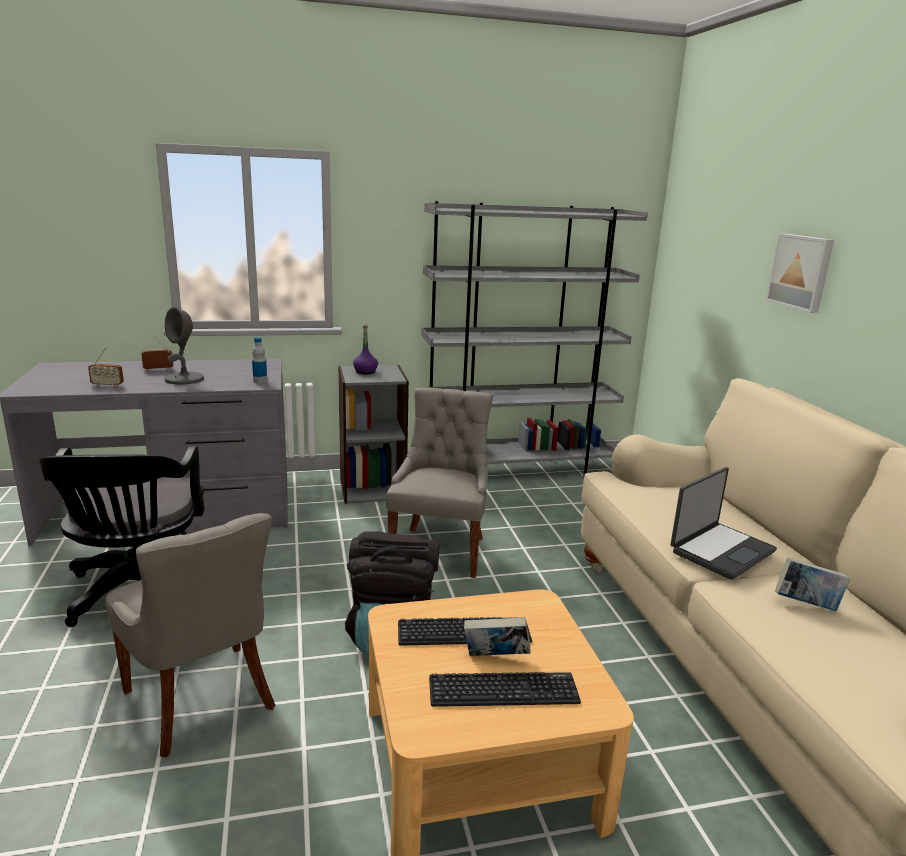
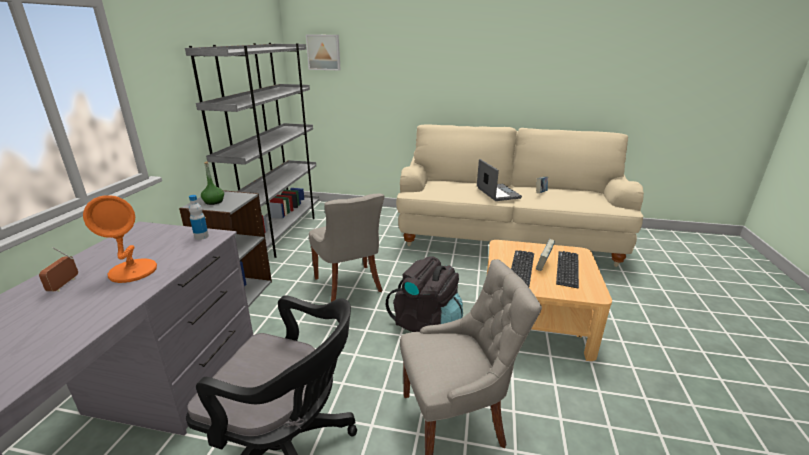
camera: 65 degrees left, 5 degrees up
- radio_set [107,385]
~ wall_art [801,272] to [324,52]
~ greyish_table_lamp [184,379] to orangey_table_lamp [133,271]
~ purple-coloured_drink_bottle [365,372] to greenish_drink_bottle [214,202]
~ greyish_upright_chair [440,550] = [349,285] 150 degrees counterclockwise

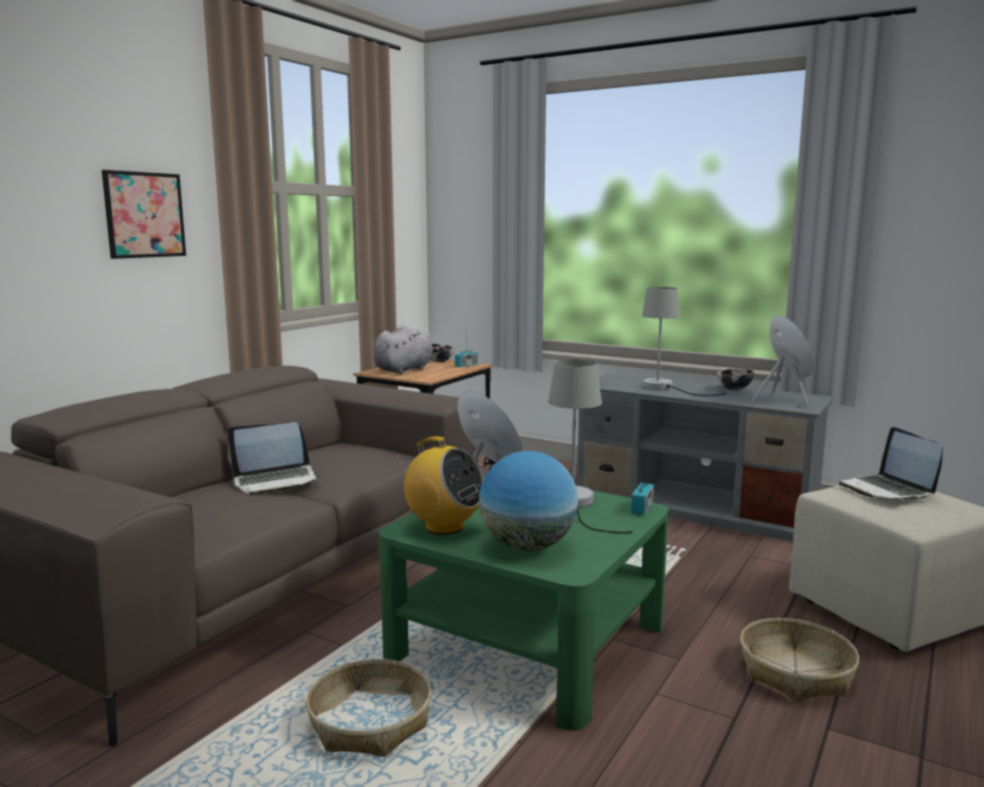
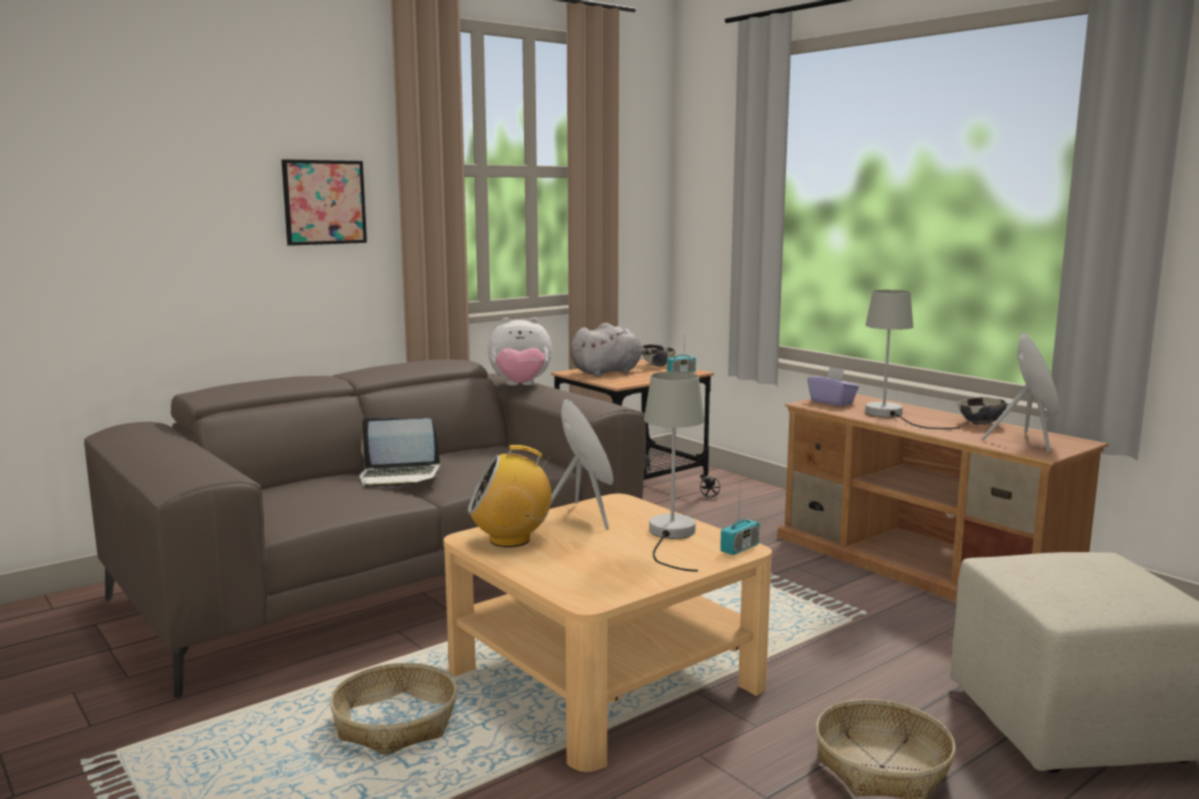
camera: 20 degrees right, 0 degrees up
- globe [527,546]
- portable_computer [887,490]
+ soft_toy [520,386]
+ purple-coloured_tissue_box [832,402]
~ greenish_lounge_table [527,640] to sand-coloured_lounge_table [605,677]
~ greyish_tv_unit [695,506] to brownish_tv_unit [923,566]
~ radio_set [443,527] = [510,539] 120 degrees clockwise

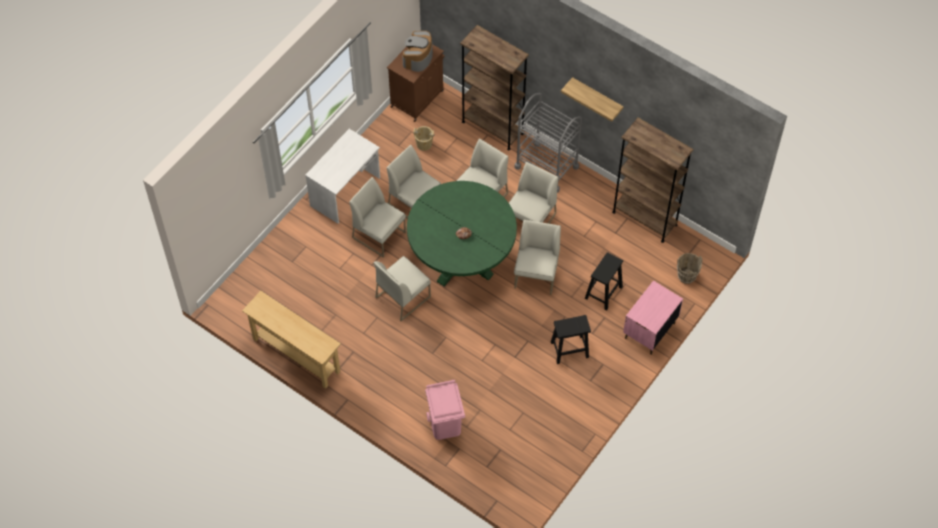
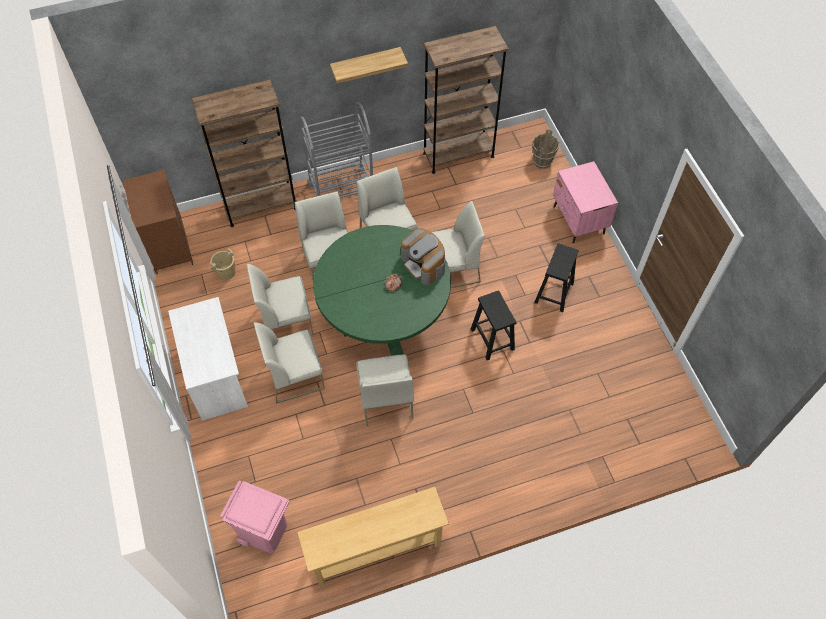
camera: 55 degrees left, 0 degrees up
~ coffee_brewer [418,57] to [424,264]
~ pinkish_trash_can [445,425] to [265,531]
~ blackish_sitting_stool [603,293] to [492,340]
~ white_upright_chair [536,275] = [452,270] 120 degrees clockwise

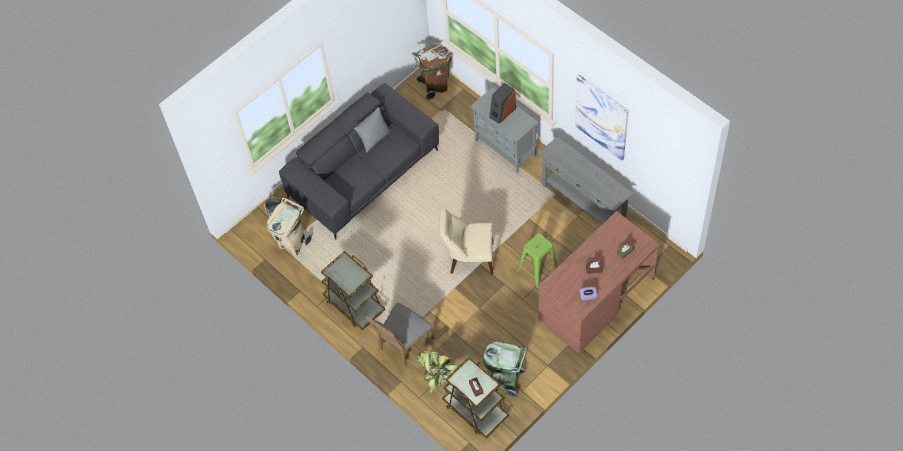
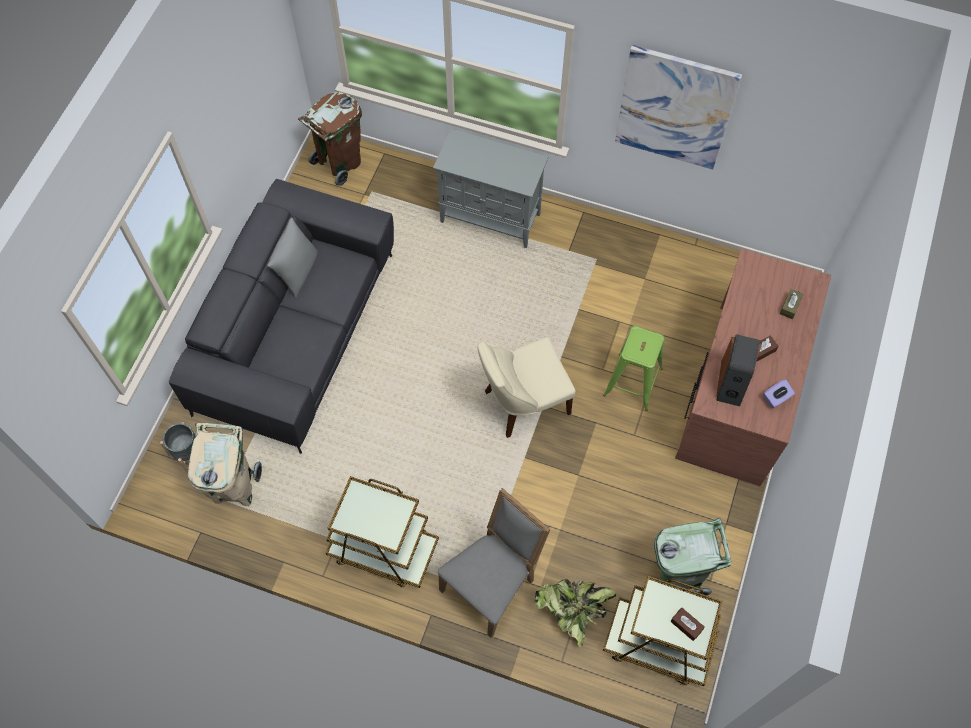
camera: 30 degrees left, 5 degrees up
- greyish_console_table [583,204]
~ speaker [502,112] to [732,382]
~ greyish_upright_chair [403,345] = [492,583] 150 degrees counterclockwise

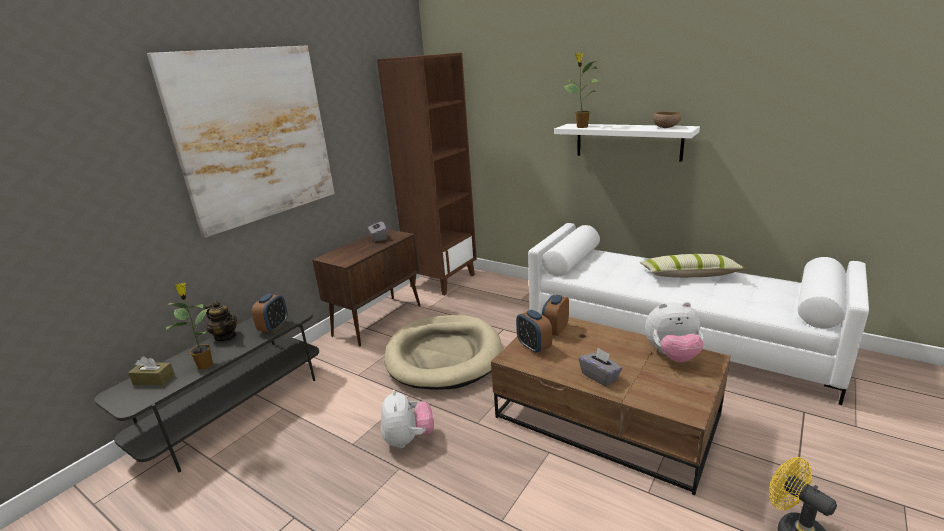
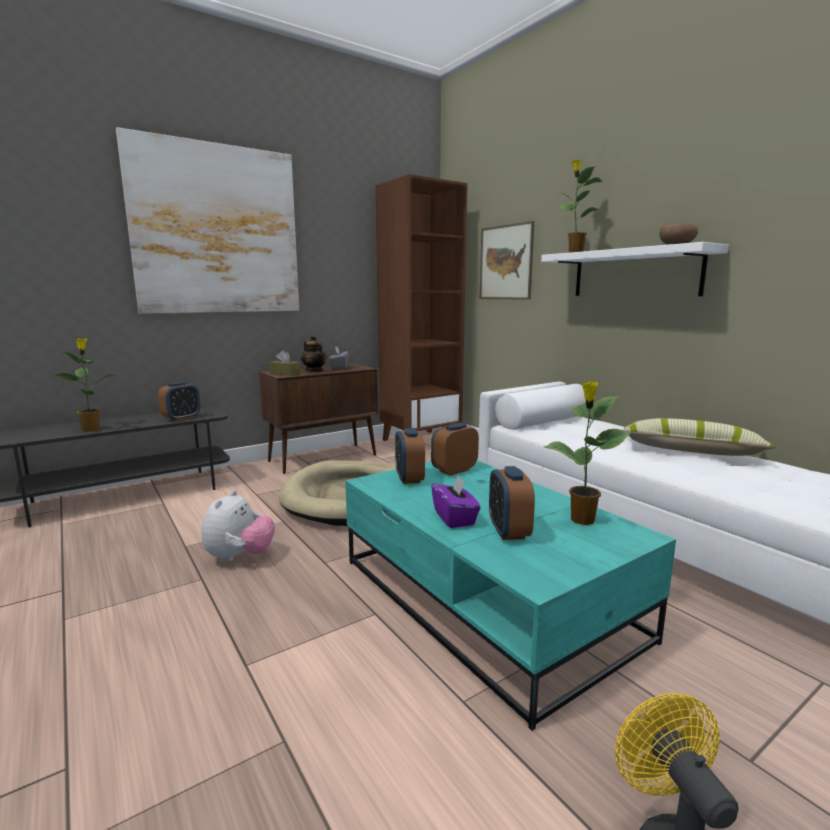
camera: 20 degrees right, 10 degrees down
+ wall_art [505,262]
+ alarm_clock [508,531]
~ brownish_tissue_box [154,379] to [285,373]
~ pot_for_tea [226,336] to [314,371]
~ soft_toy [672,355] to houseplant [582,520]
~ brownish_lounge_table [607,416] to turquoise_lounge_table [487,599]
~ greyish_tissue_box [600,376] to purple-coloured_tissue_box [455,518]

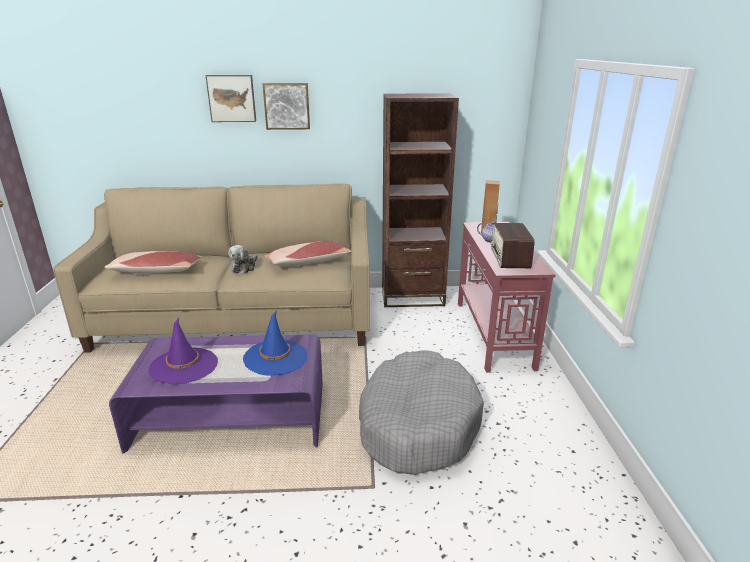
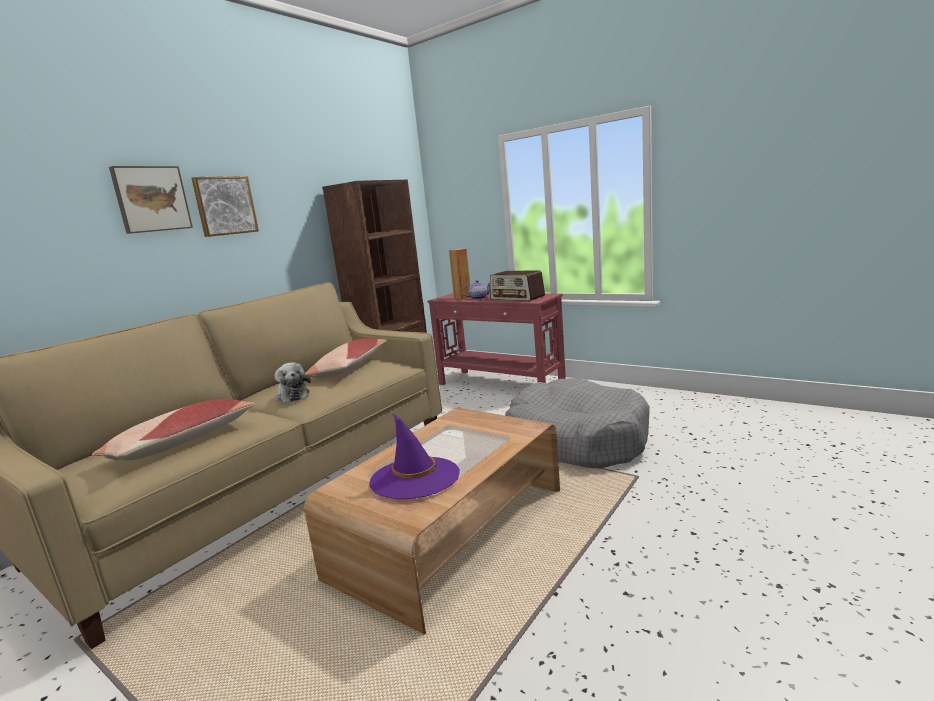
camera: 50 degrees left, 10 degrees down
- blue_wearable_hat [276,358]
~ purple-coloured_lounge_table [231,416] to brownish_lounge_table [451,531]

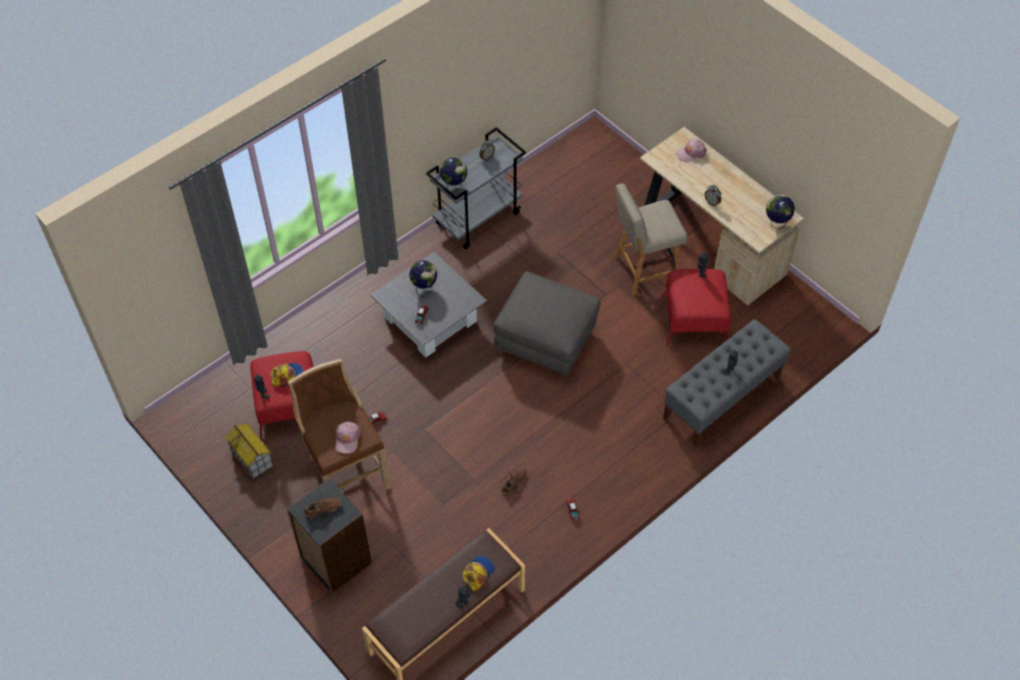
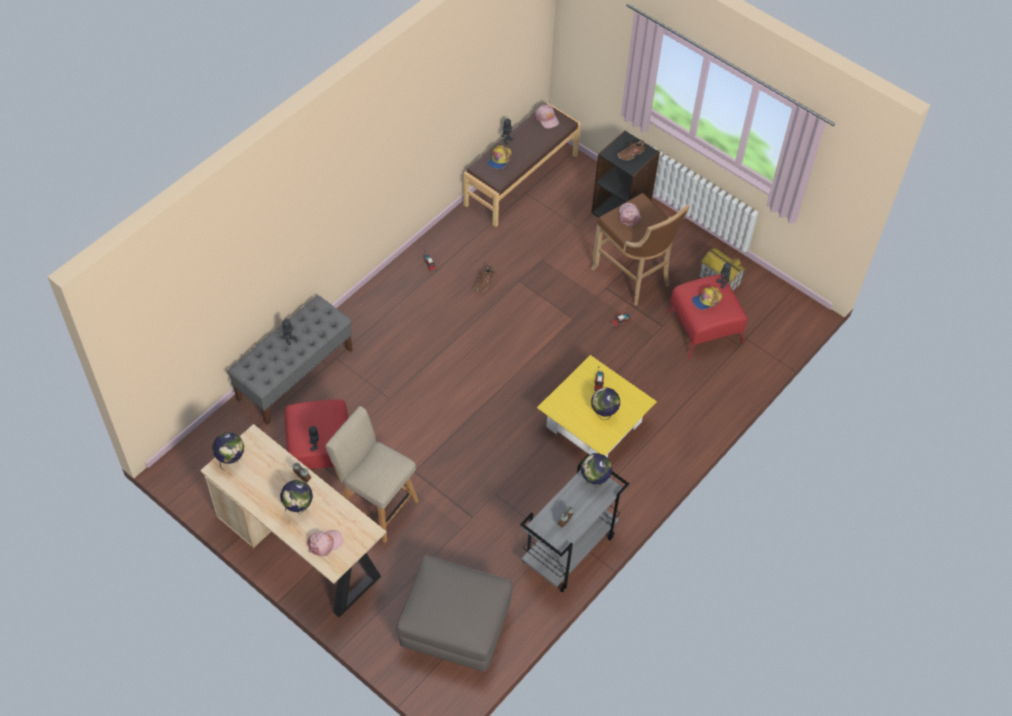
camera: 170 degrees right, 0 degrees up
+ globe [298,508]
+ pinkish_cap [547,118]
~ greyish_pouffe [546,341] to [455,628]
~ greyish_lounge_table [430,319] to yellow_lounge_table [594,424]
~ sand-coloured_upright_chair [643,269] = [376,505] 120 degrees counterclockwise

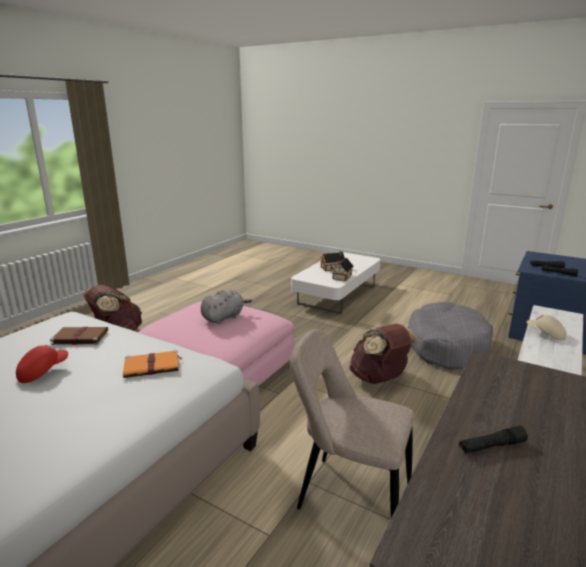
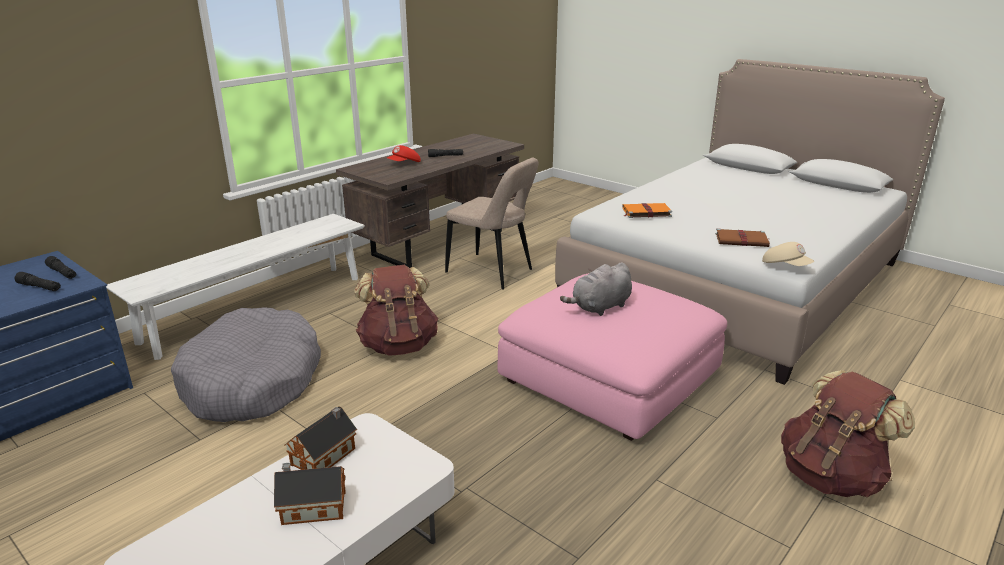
camera: 170 degrees left, 5 degrees up
~ red-coloured_cap [43,372] to [404,164]
~ sand-coloured_cap [545,334] to [786,266]

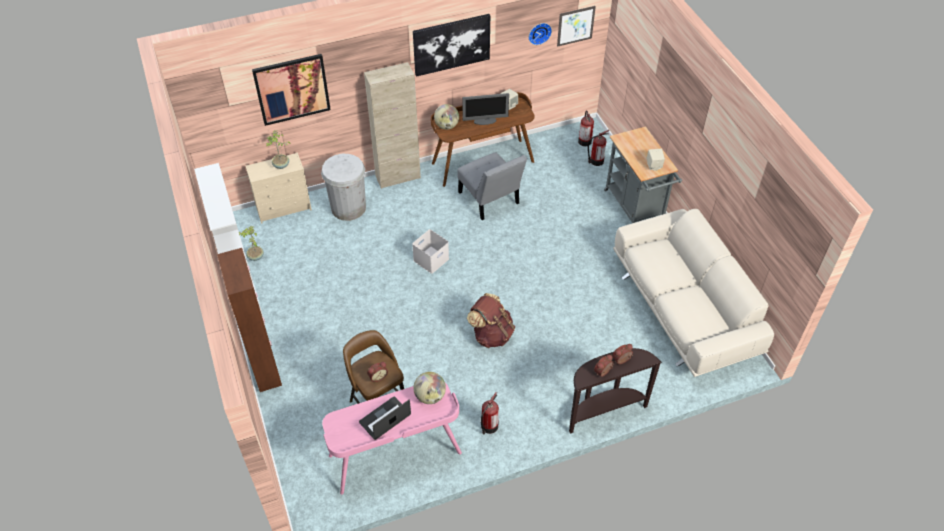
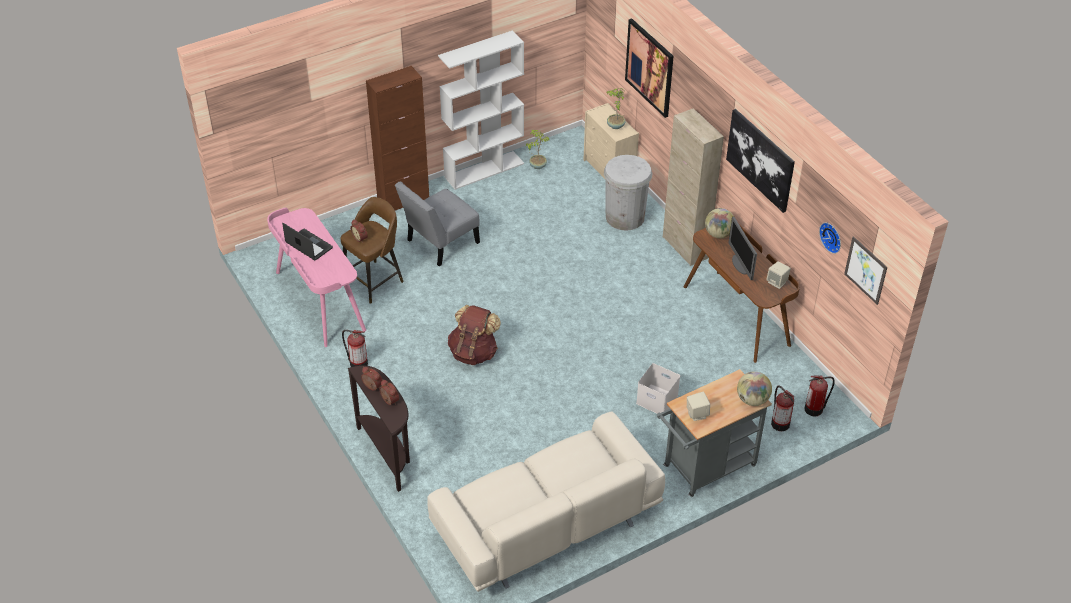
camera: 80 degrees right, 5 degrees down
~ white_storage_container [431,259] to [658,400]
~ globe [430,396] to [752,400]
~ greyish_upright_chair [490,200] to [439,243]

